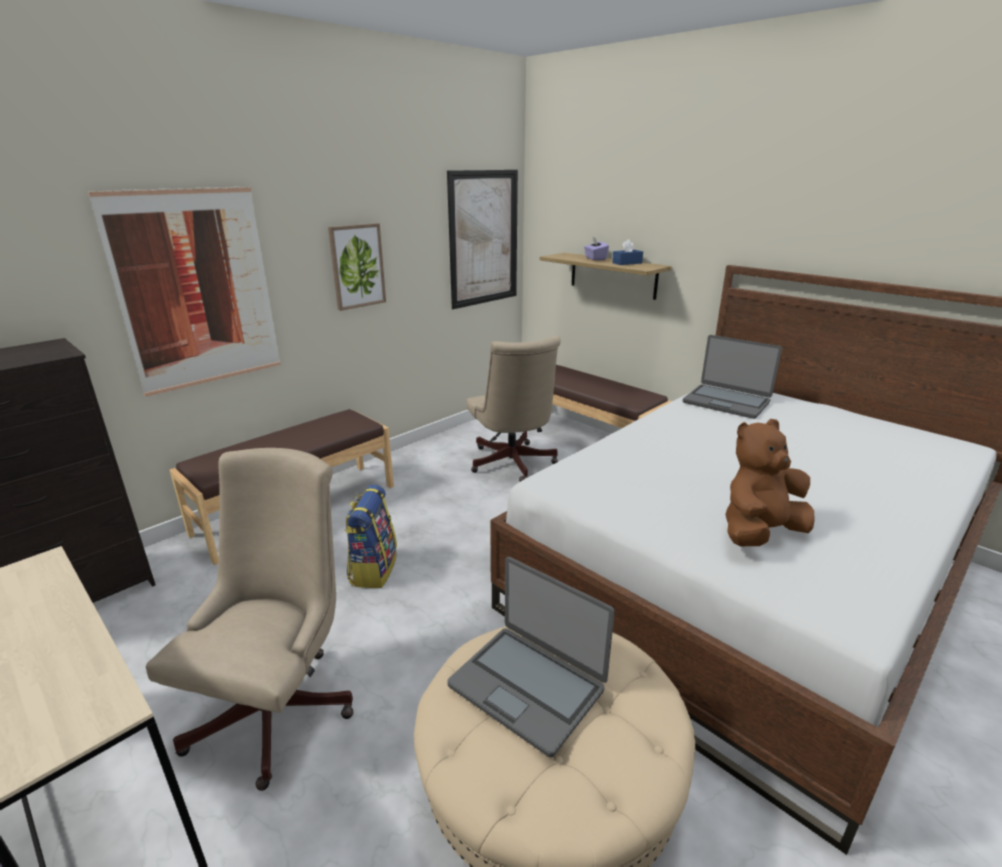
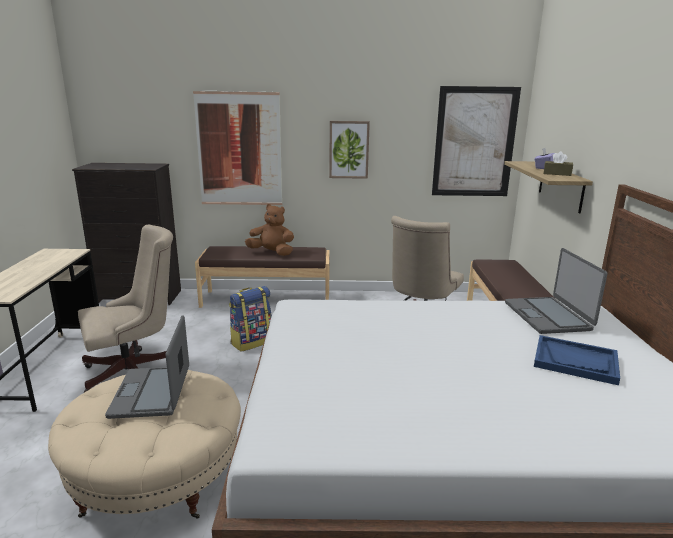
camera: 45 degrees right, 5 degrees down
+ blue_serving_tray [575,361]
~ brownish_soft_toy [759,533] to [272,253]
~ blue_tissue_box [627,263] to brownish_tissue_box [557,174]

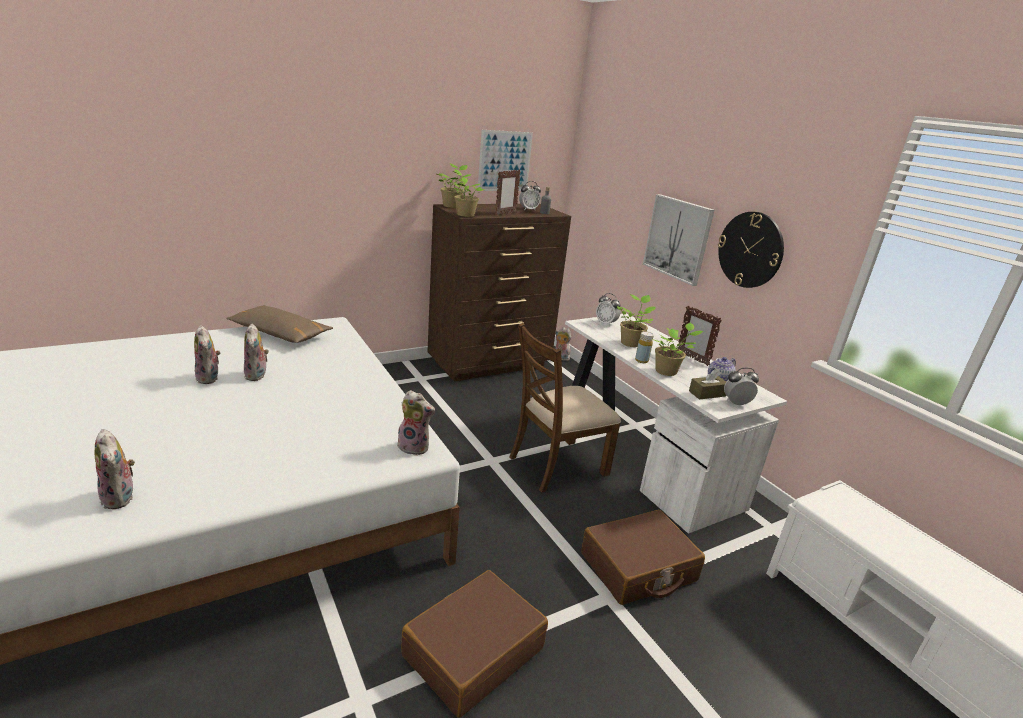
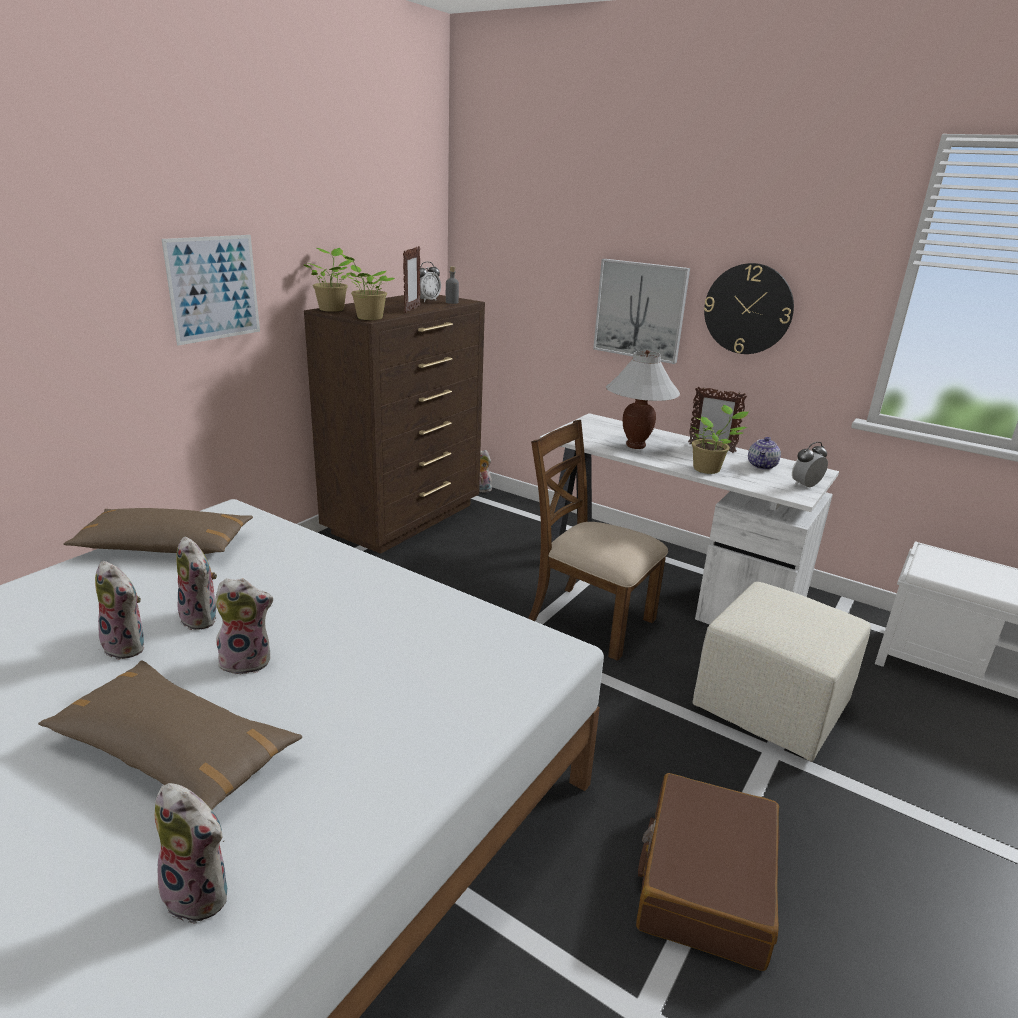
camera: 25 degrees left, 0 degrees up
- alarm_clock [606,323]
- yellow_drink_bottle [641,360]
- brownish_tissue_box [707,393]
+ brownish_throw_pillow [174,751]
~ soft_toy [415,447] to [248,661]
~ wall_art [505,161] to [214,288]
~ brownish_travel_case [638,568] to sand-coloured_pouffe [770,706]
~ houseplant [631,343] to white_table_lamp [635,446]
~ brownish_upright_chair [556,465] = [589,620] 90 degrees clockwise

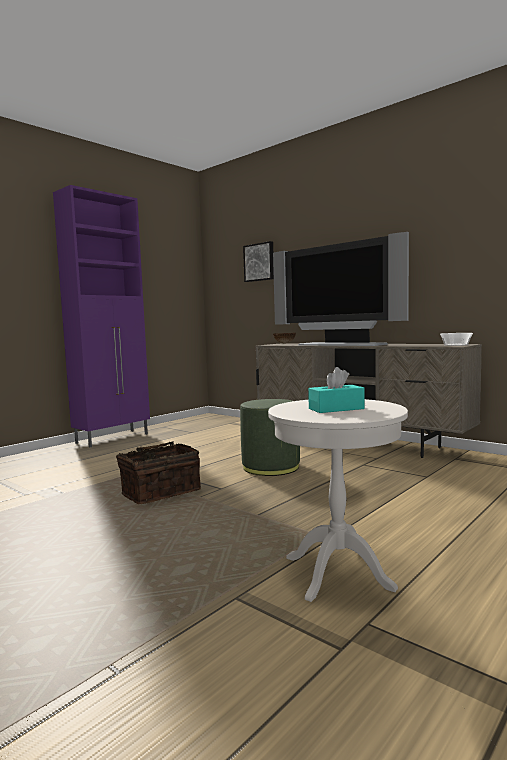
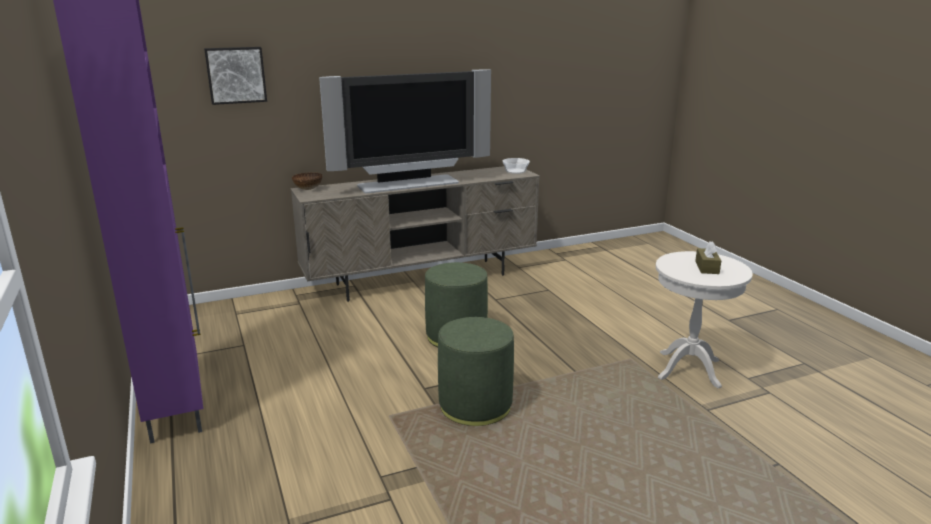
camera: 65 degrees left, 15 degrees up
~ basket [159,492] to greenish_pouffe [475,405]
~ turquoise_tissue_box [336,409] to brownish_tissue_box [707,267]

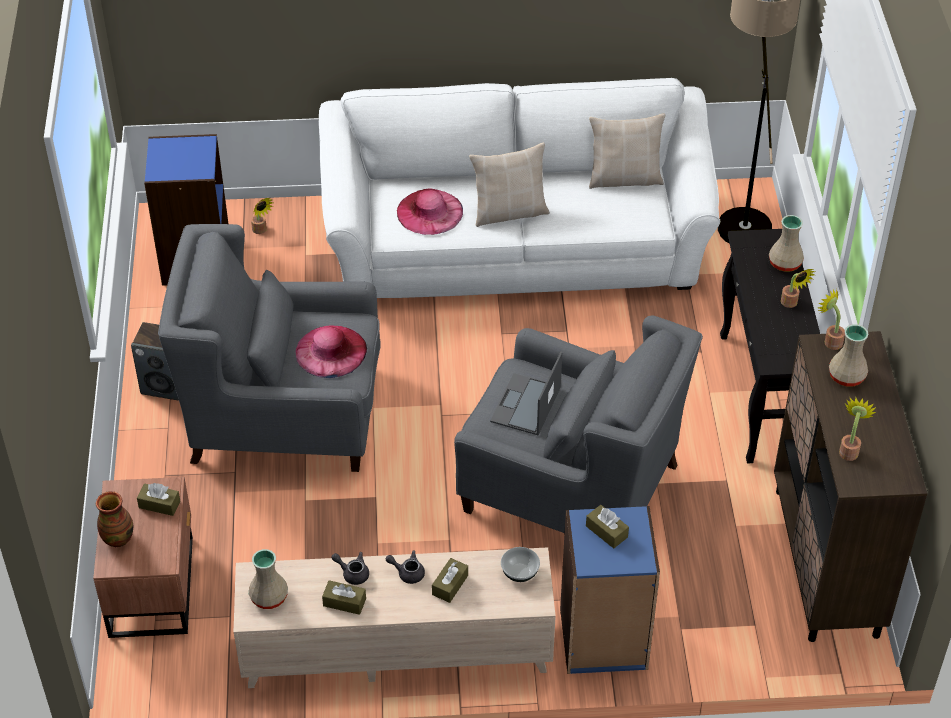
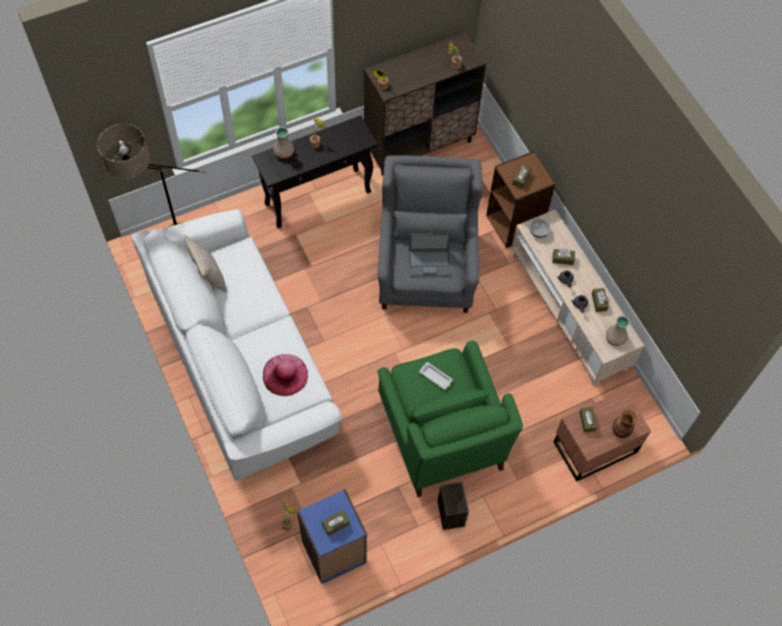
camera: 115 degrees left, 15 degrees up
- sand-coloured_throw_pillow [509,212]
- sand-coloured_decorative_vase [846,377]
+ brownish_tissue_box [336,524]
~ pinkish_wearable_hat [331,351] to white_serving_tray [436,377]
~ greyish_lounge_chair [285,414] to greenish_lounge_chair [441,434]
~ blue_shelving_unit [603,640] to brownish_shelving_unit [514,224]

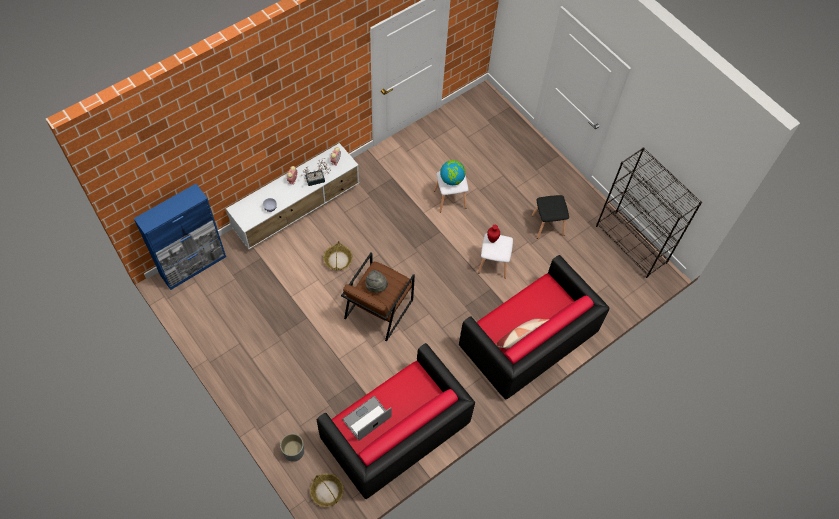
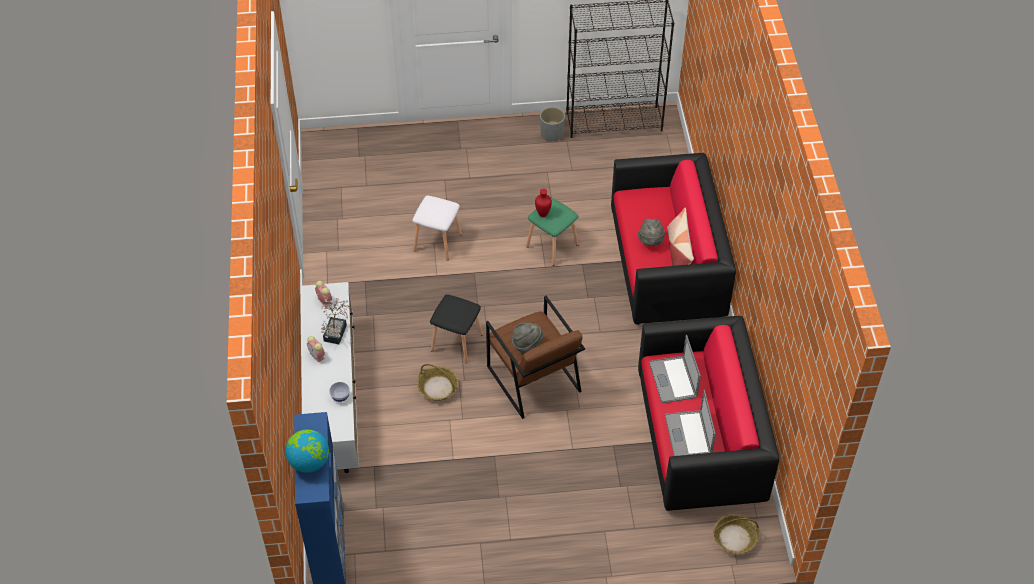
camera: 55 degrees left, 10 degrees down
+ greyish_wearable_hat [651,242]
+ portable_computer [673,379]
~ greyish_plant_pot [293,451] to [552,134]
~ globe [452,179] to [309,462]
~ blackish_sitting_stool [547,225] to [457,343]
~ white_sitting_stool [493,264] to greenish_sitting_stool [553,246]

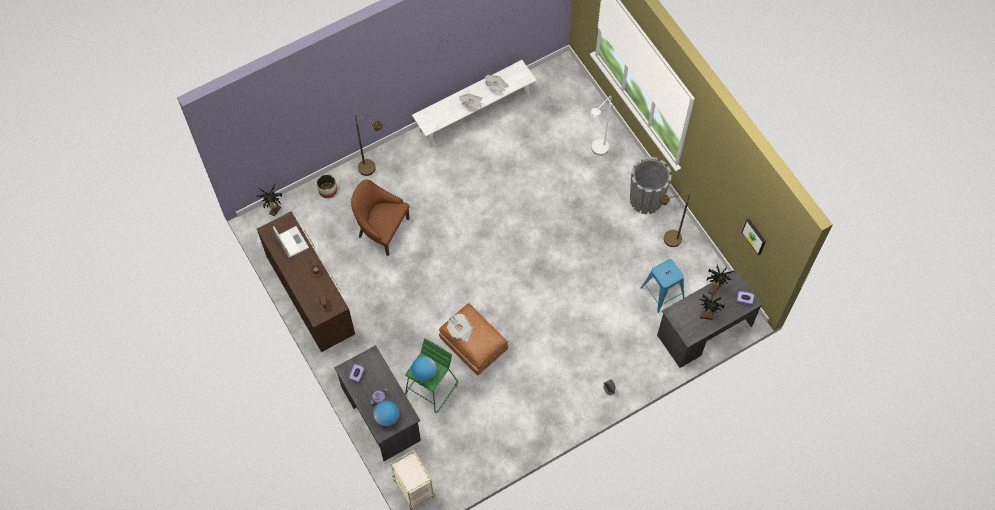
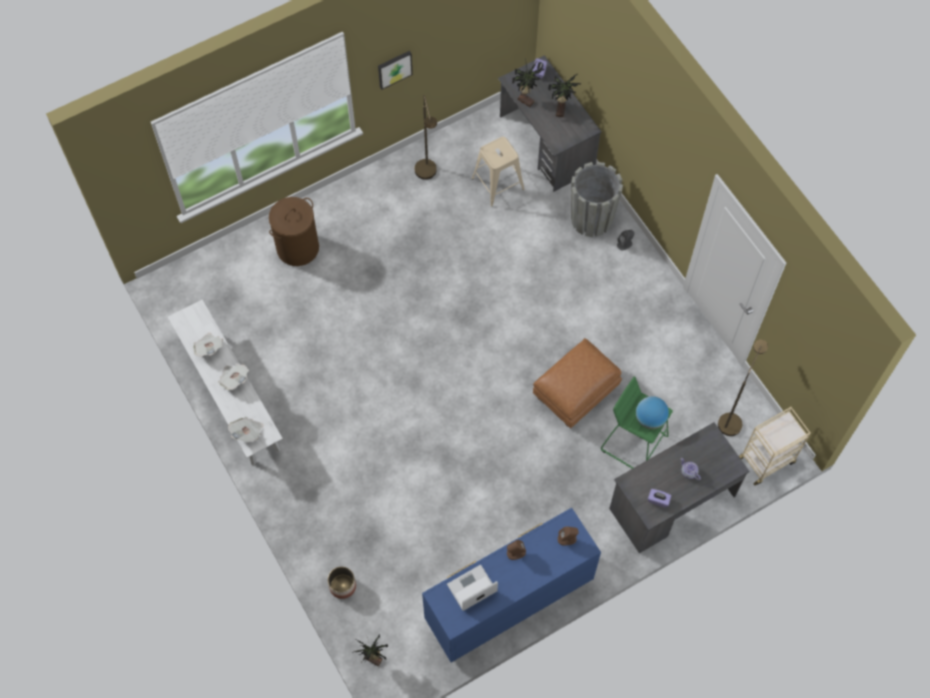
camera: 90 degrees left, 0 degrees up
- brownish_lounge_chair [382,229]
- globe [387,417]
~ brownish_standard_lamp [371,169] to [731,418]
~ daily_paper [460,330] to [247,432]
~ greyish_plant_pot [646,199] to [591,219]
~ wall_art [754,236] to [394,69]
~ white_standard_lamp [597,151] to brownish_washing_basket [297,247]
~ brownish_dresser [311,296] to blue_dresser [508,600]
~ blue_sitting_stool [662,293] to sand-coloured_sitting_stool [498,184]

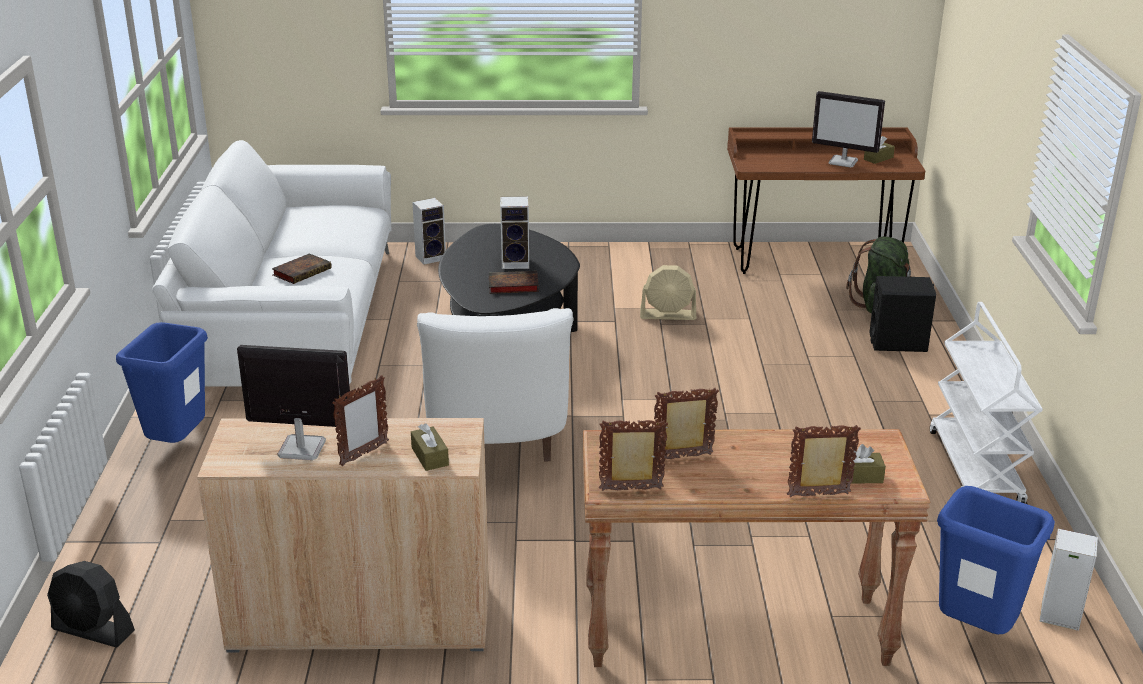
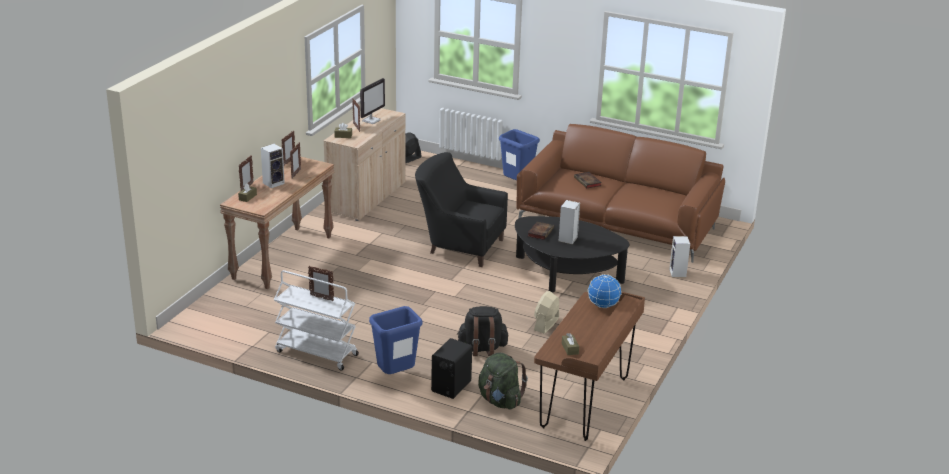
camera: 115 degrees right, 0 degrees up
- computer_screen [844,162]
+ picture_frame [321,298]
+ blackish_backpack [482,348]
+ globe [603,305]
~ blue_trash_can [975,632] to [395,376]
~ speaker [1058,615] to [274,183]
~ white_sofa [294,321] to brownish_sofa [618,223]
~ white_lounge_chair [497,440] to blackish_lounge_chair [458,246]

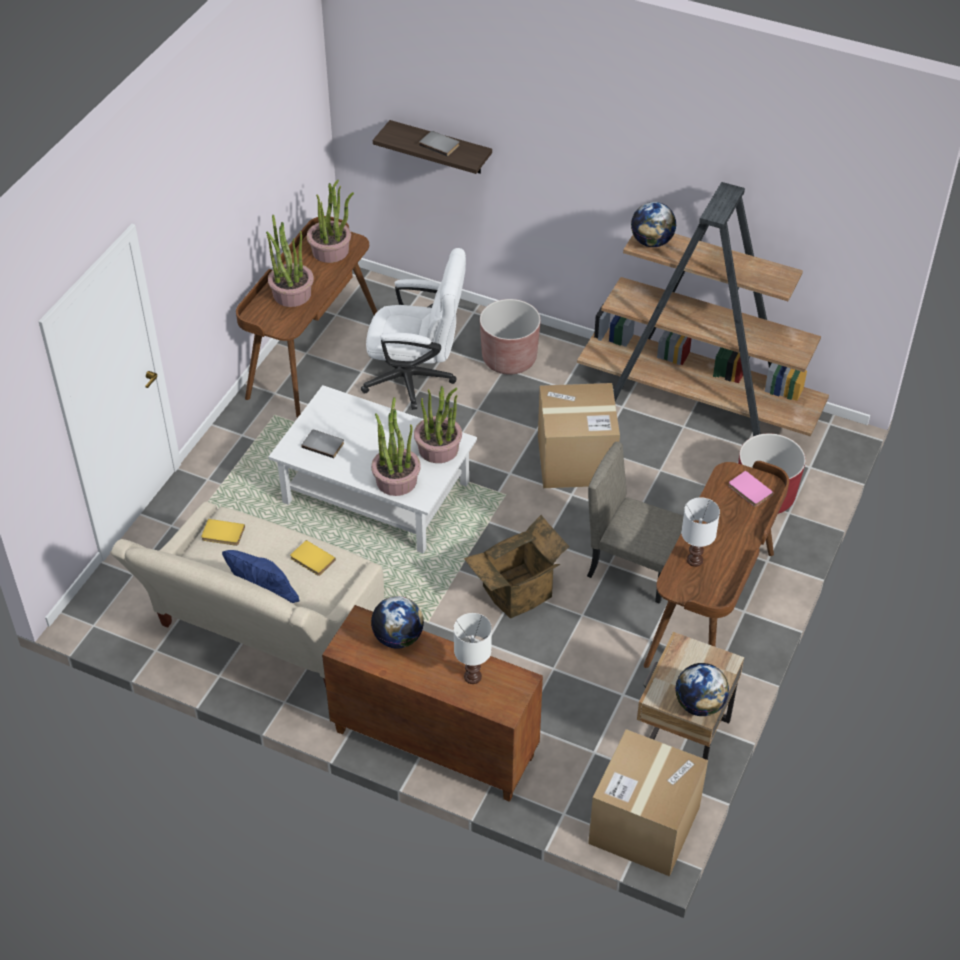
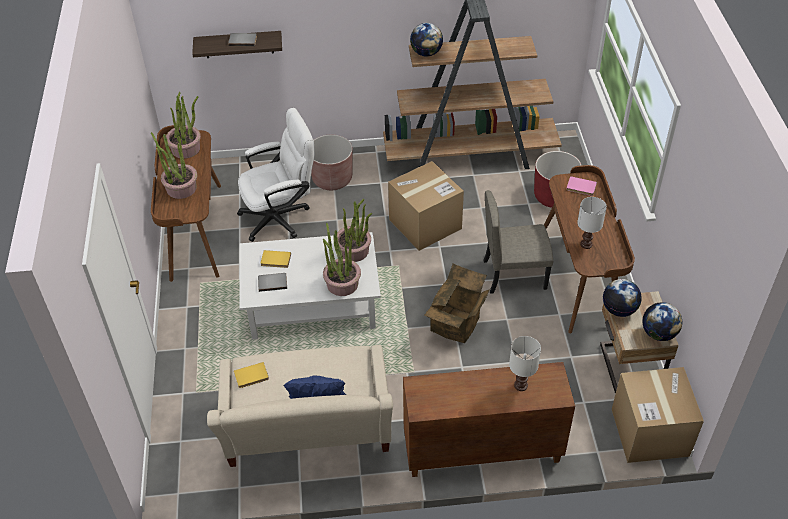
camera: 30 degrees left, 0 degrees up
~ yellow_book [311,560] to [275,260]
~ globe [398,638] to [619,309]

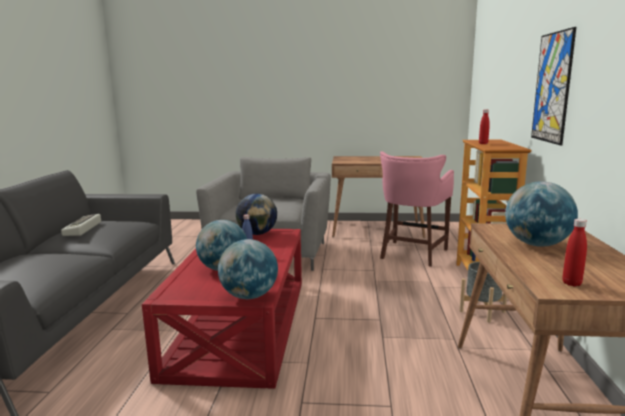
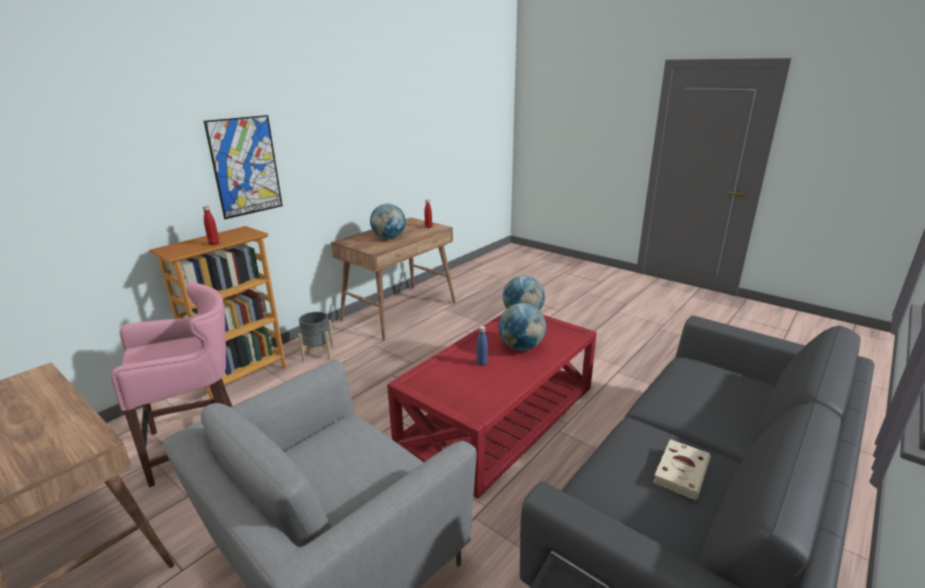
camera: 145 degrees left, 10 degrees up
- globe [257,233]
~ keyboard [83,229] to sand-coloured_book [681,470]

